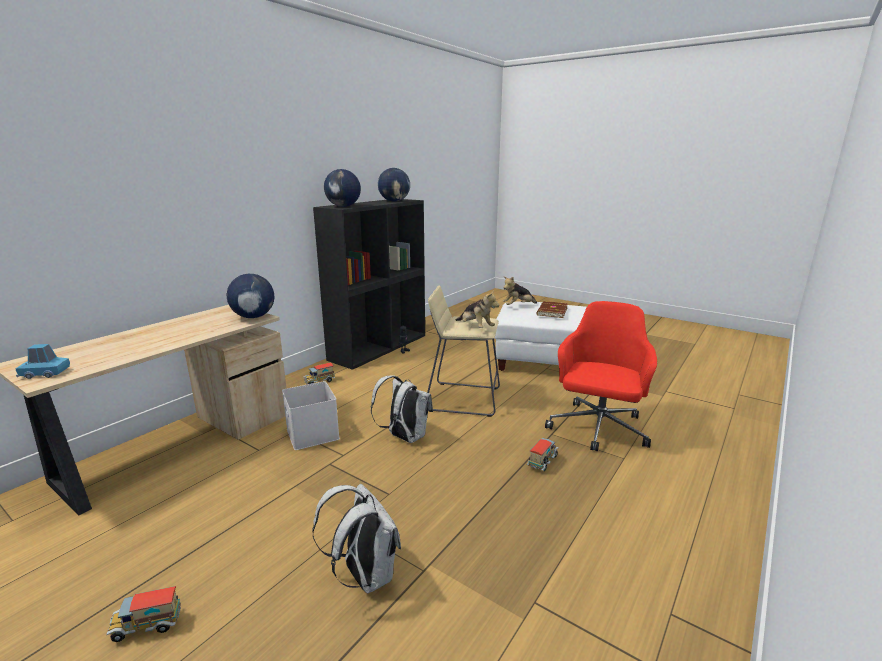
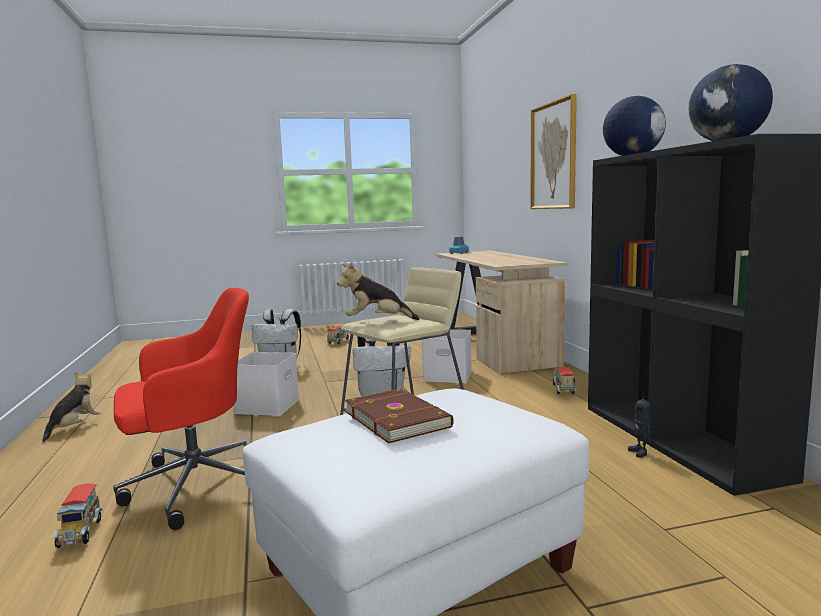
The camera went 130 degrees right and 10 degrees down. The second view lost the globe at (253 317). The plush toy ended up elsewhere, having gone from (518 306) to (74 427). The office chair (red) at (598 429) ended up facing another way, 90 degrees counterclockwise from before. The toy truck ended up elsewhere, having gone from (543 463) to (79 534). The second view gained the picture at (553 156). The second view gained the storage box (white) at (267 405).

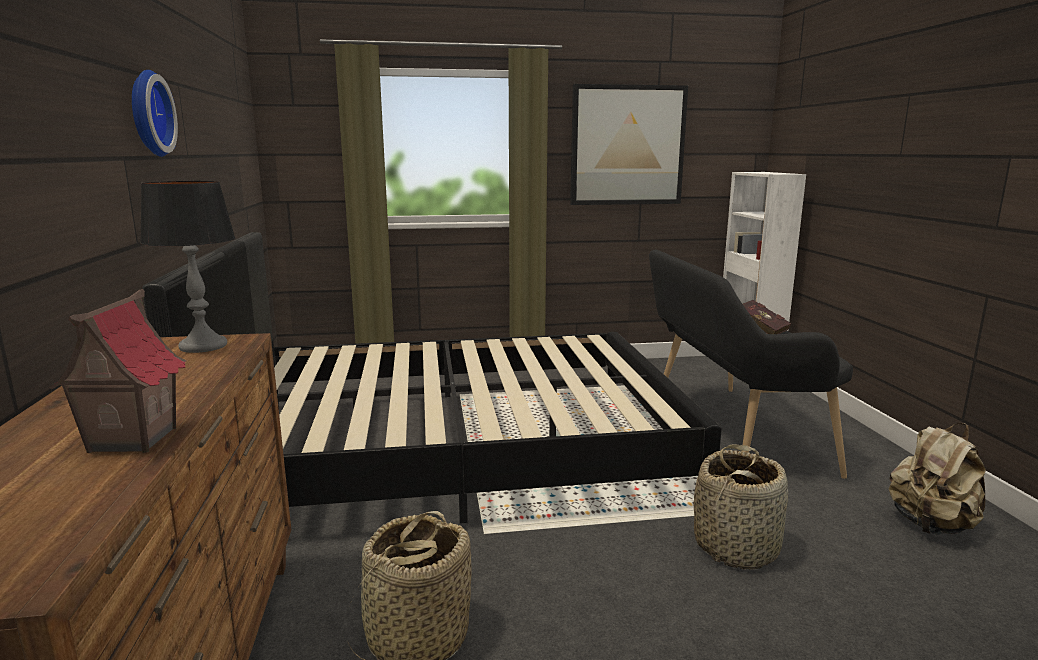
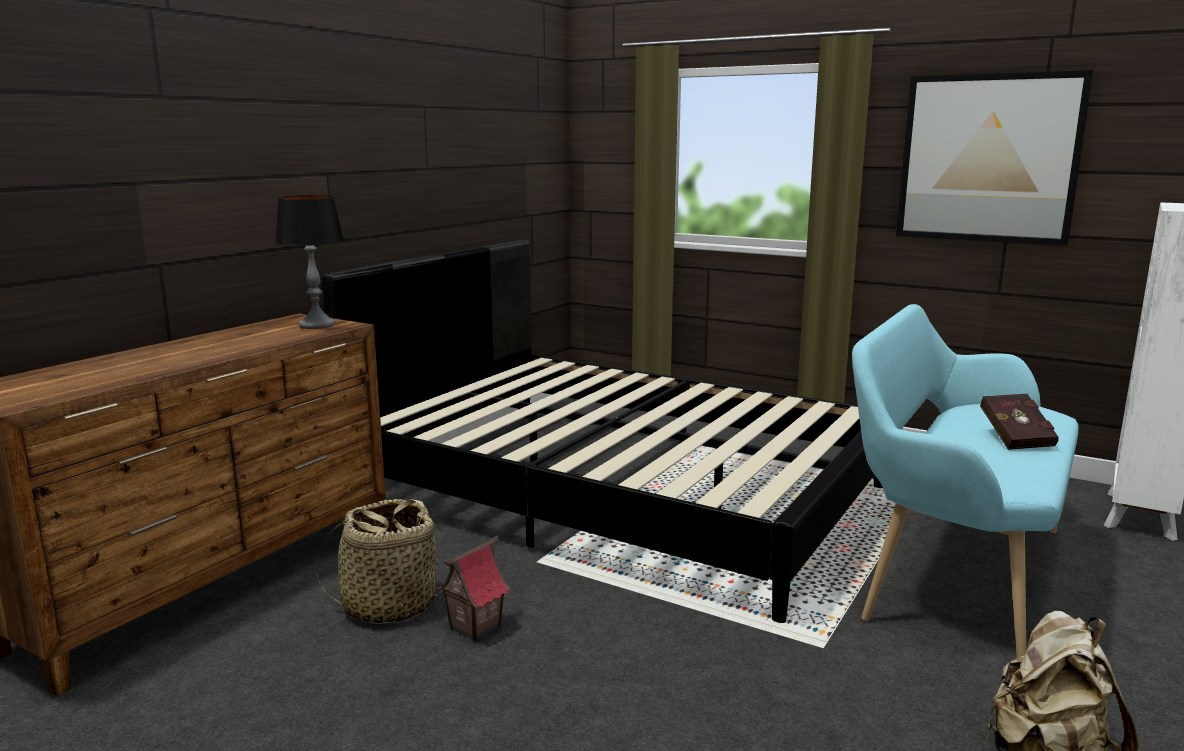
The camera went 40 degrees right and 0 degrees up. The second view lost the wall clock at (147 113). What was the bench (black) at (726 431) turned into the bench (turquoise) at (951 571). The toy house ended up elsewhere, having gone from (132 440) to (474 627). The second view lost the basket at (736 546).

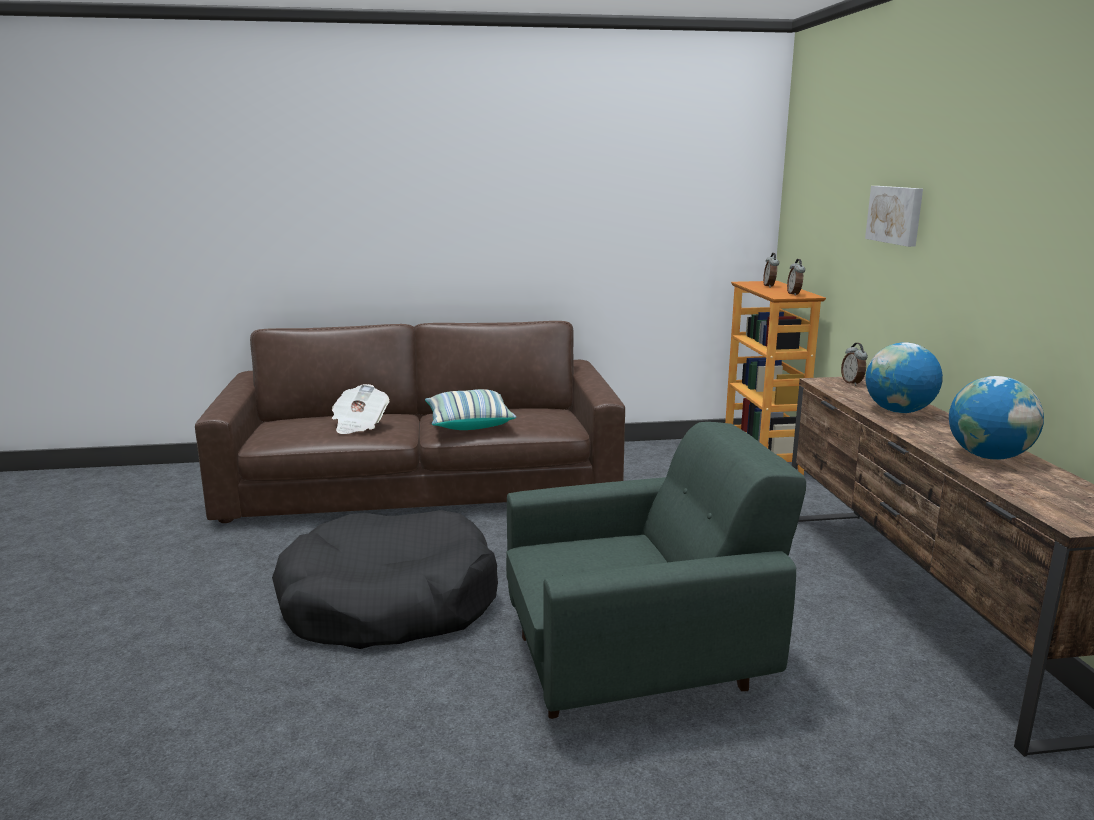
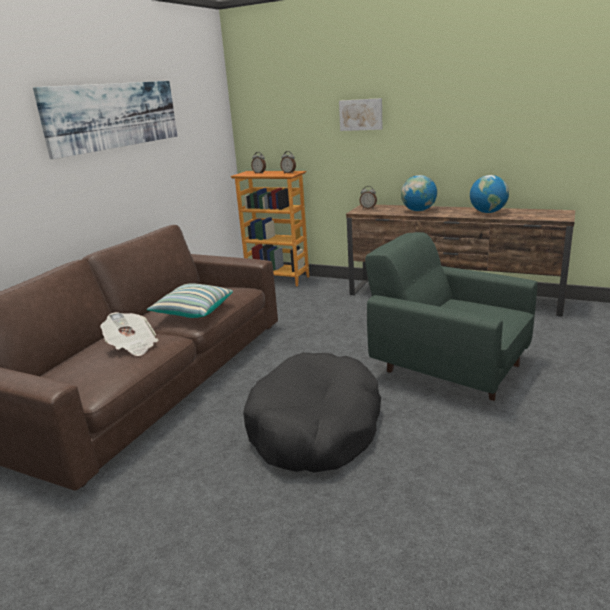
The camera went 55 degrees left and 5 degrees up. The armchair (green) at (638 661) ended up facing another way, 75 degrees counterclockwise from before. The second view gained the picture at (114 115).

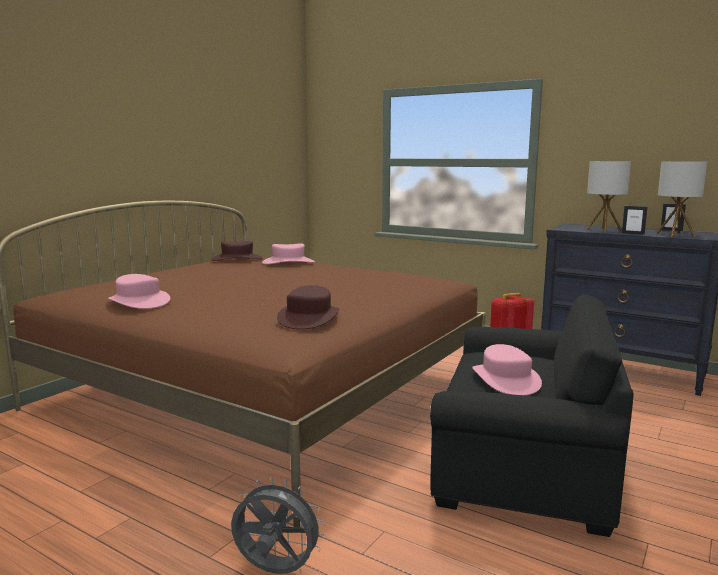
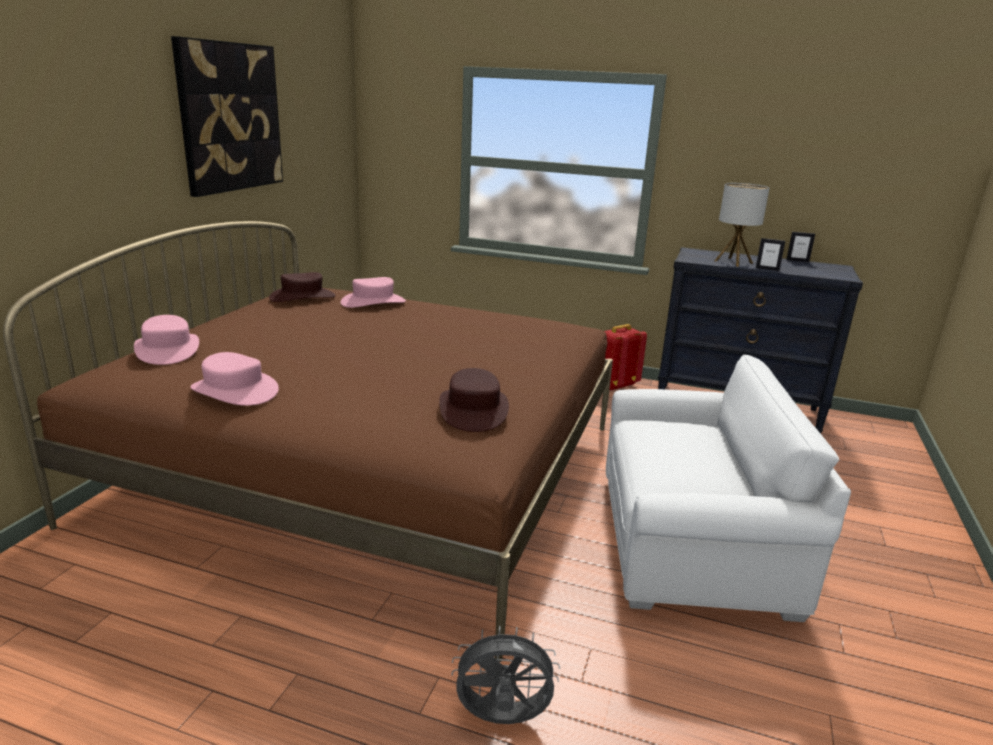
The camera went 15 degrees left and 10 degrees up. The second view lost the table lamp at (675 234). What was the armchair (black) at (523 464) turned into the armchair (white) at (691 541). The hat (pink) ended up elsewhere, having gone from (506 379) to (168 350). The second view gained the picture at (230 117).

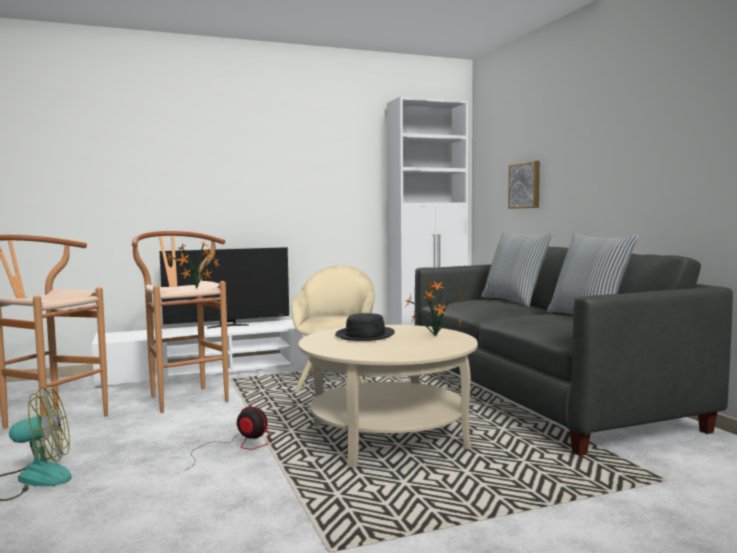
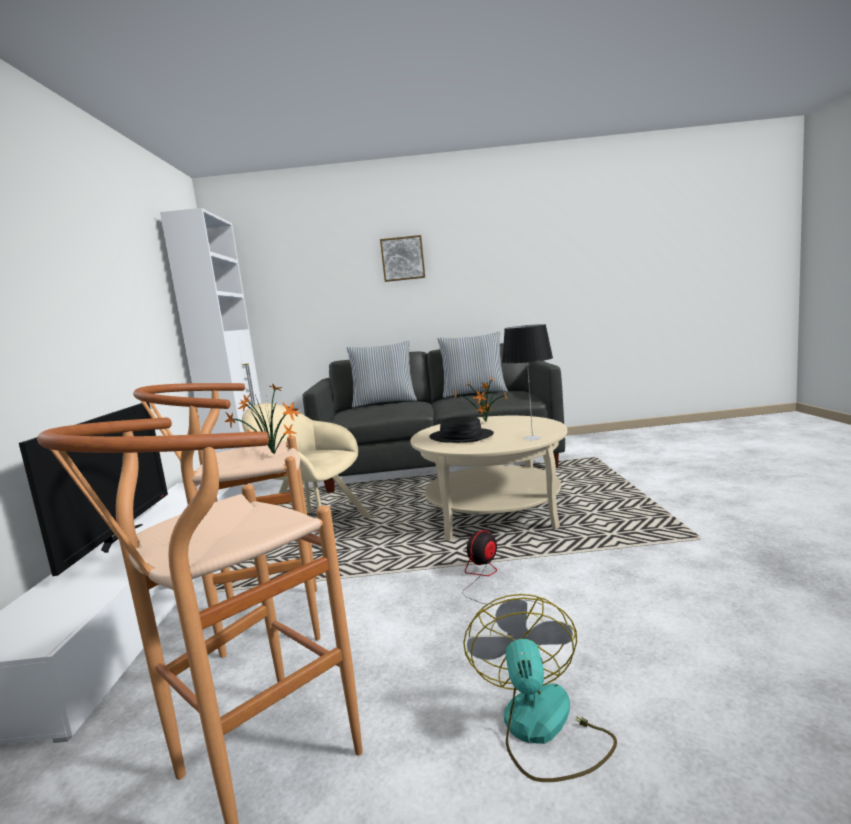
The camera went 70 degrees left and 5 degrees up. The picture ended up elsewhere, having gone from (525 185) to (402 258). The second view gained the table lamp at (533 438).

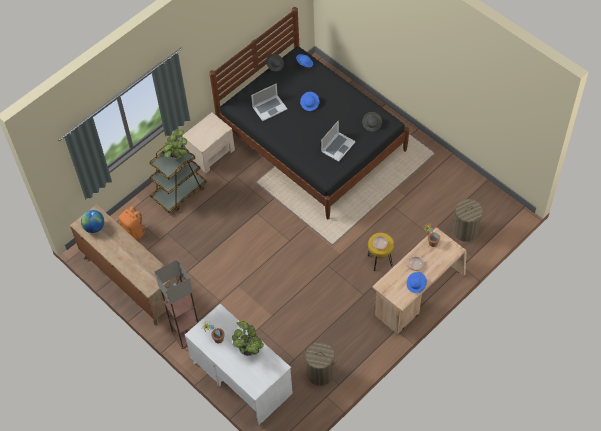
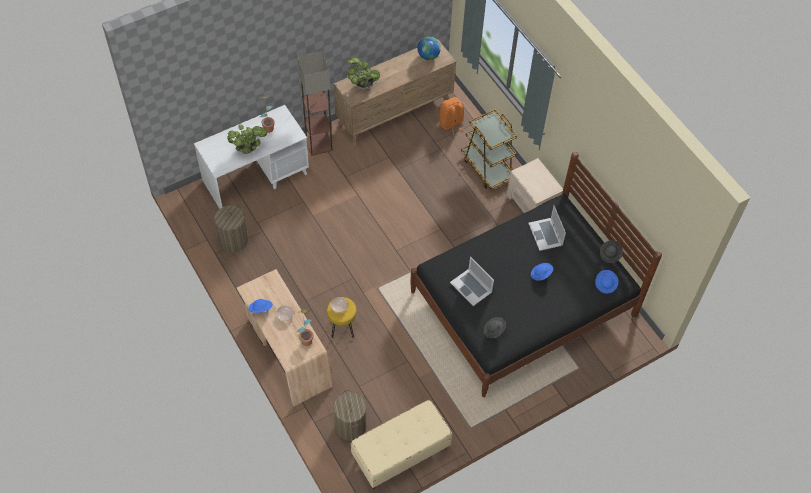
The camera went 100 degrees right and 0 degrees up. The potted plant ended up elsewhere, having gone from (177 156) to (363 85). The second view gained the bench (beige) at (400 454).

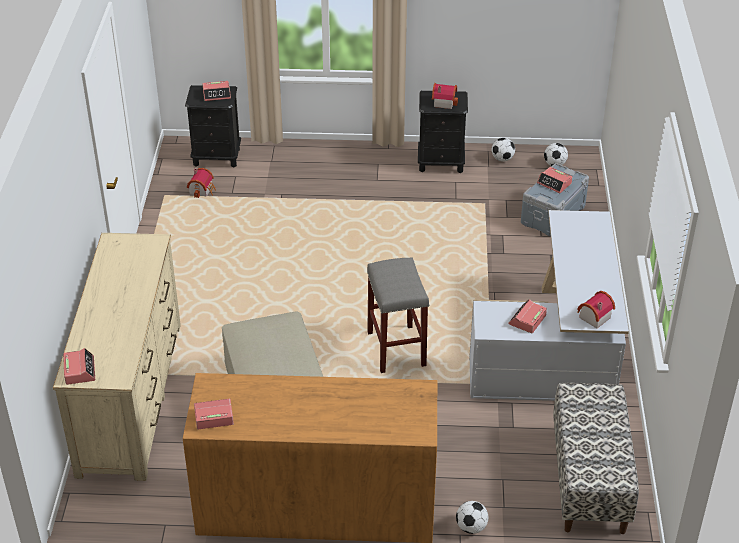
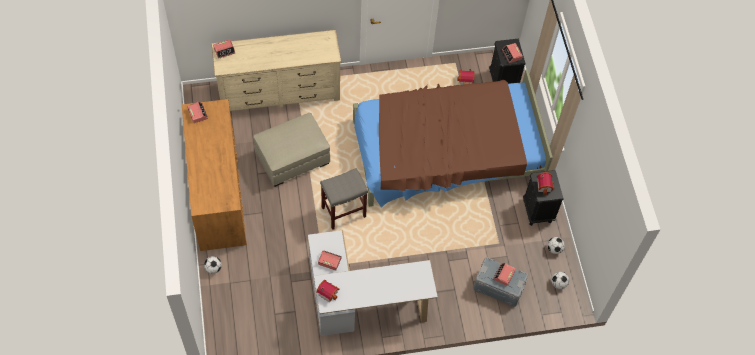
The camera went 75 degrees right and 20 degrees up. The second view lost the bench at (590 480). The second view gained the bed (brown) at (445 151).

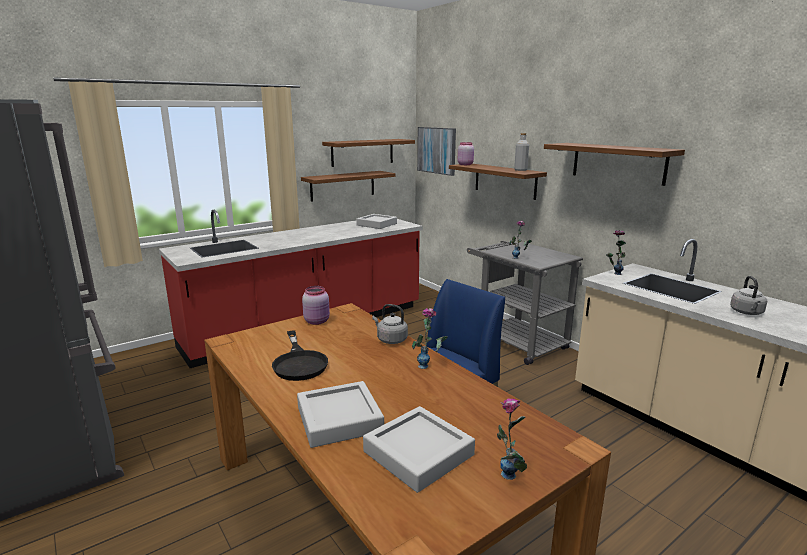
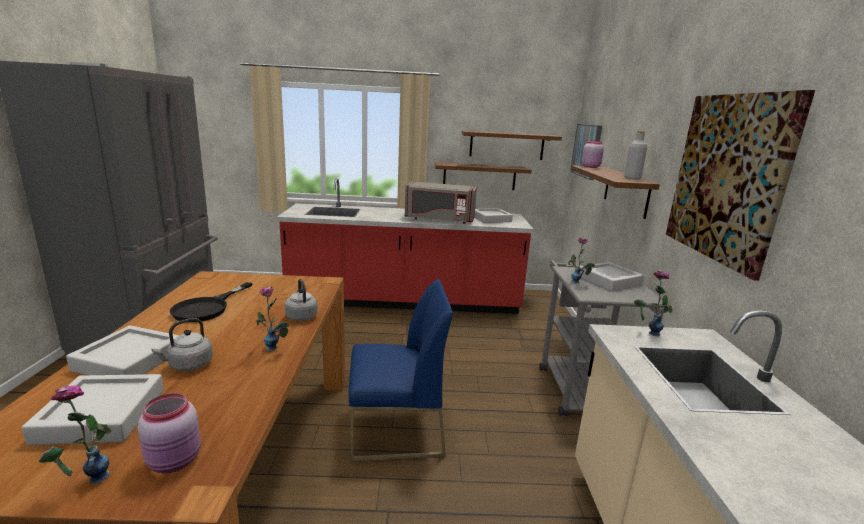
The camera went 35 degrees right and 0 degrees up. Where the shelf hung at (618 163), the picture came to hang at (727 178). The kettle (grey) ended up elsewhere, having gone from (747 313) to (189 365). The jar (pink) ended up elsewhere, having gone from (317 321) to (176 461). The second view gained the microwave (grey) at (439 219). The second view gained the tray (grey) at (609 280).

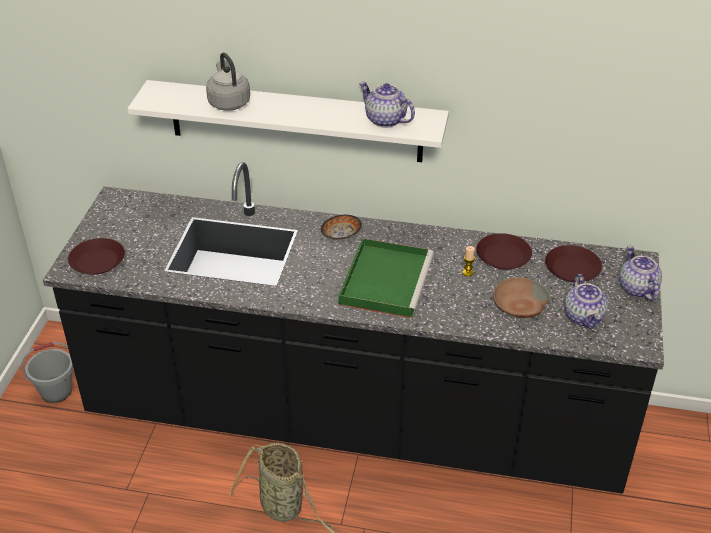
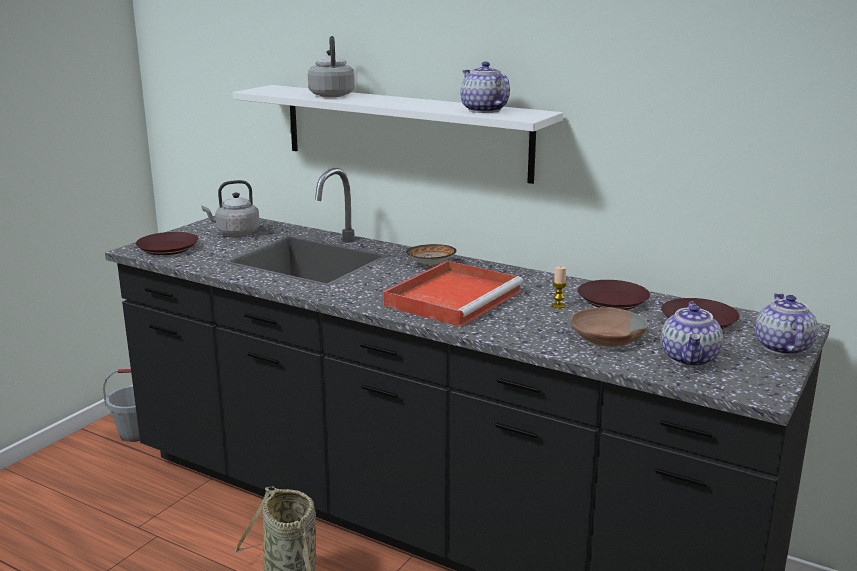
The camera went 20 degrees right and 20 degrees down. What was the tray (green) at (385 280) turned into the tray (red) at (454 297). The second view gained the kettle (grey) at (235 233).

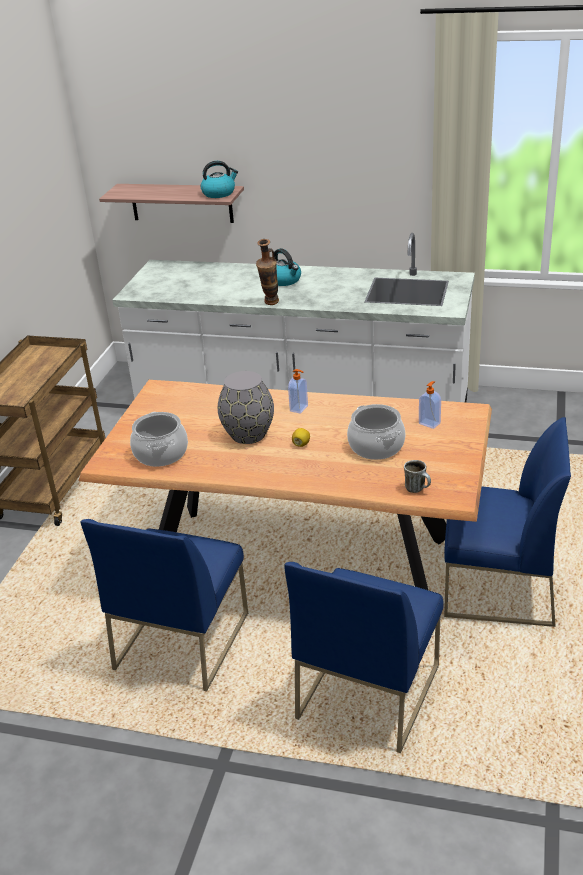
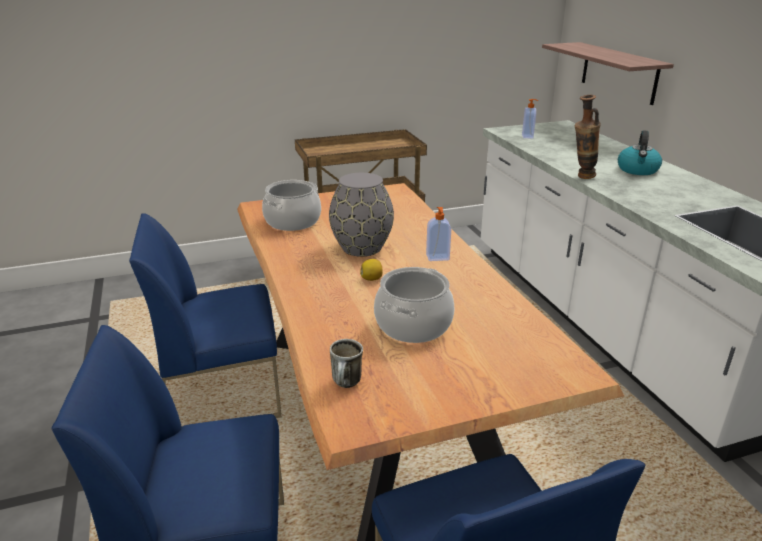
The camera went 55 degrees right and 5 degrees down. The second view lost the kettle at (219 193). The soap dispenser ended up elsewhere, having gone from (429 423) to (528 136).

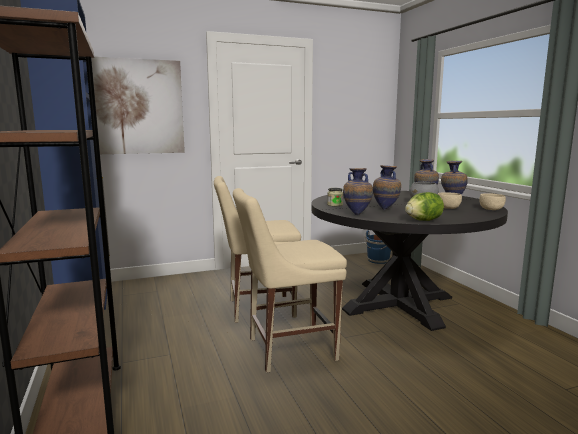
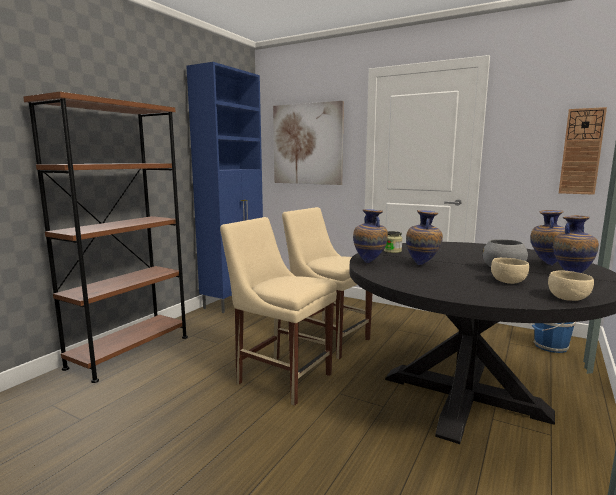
The camera went 50 degrees right and 0 degrees up. The second view lost the lettuce at (423 220). The second view gained the wall clock at (581 152).

